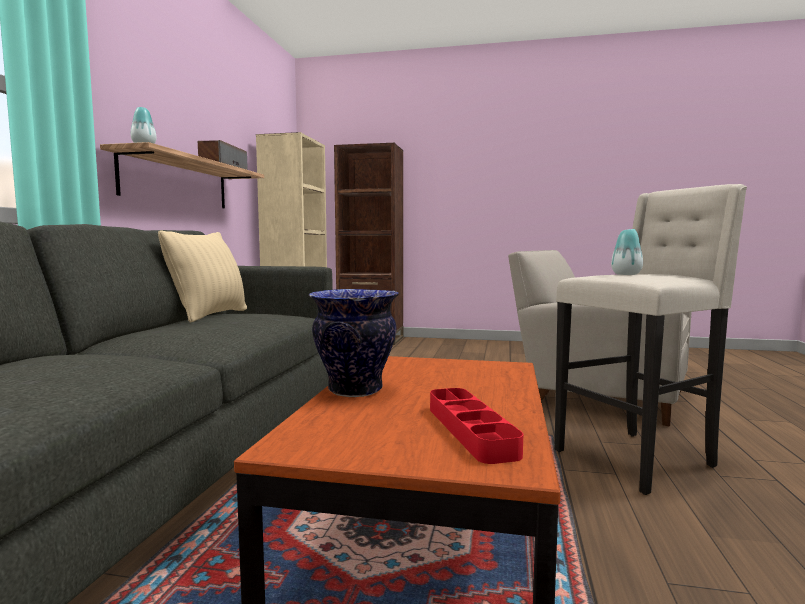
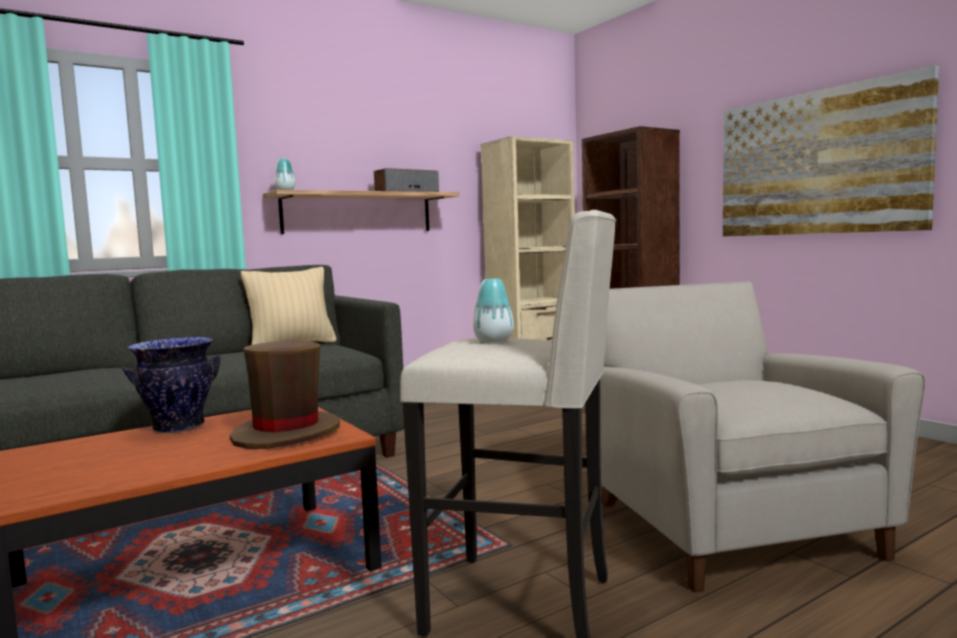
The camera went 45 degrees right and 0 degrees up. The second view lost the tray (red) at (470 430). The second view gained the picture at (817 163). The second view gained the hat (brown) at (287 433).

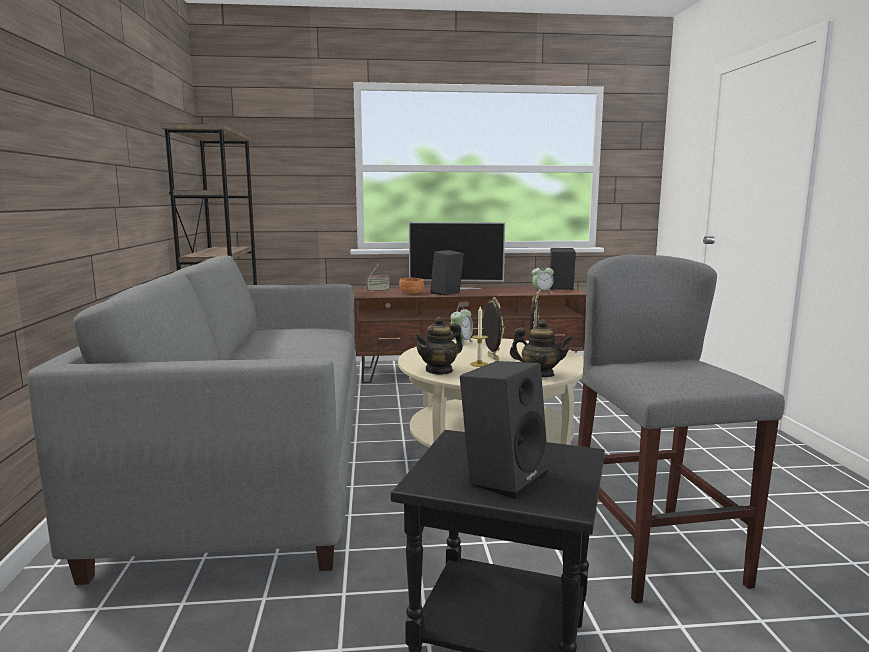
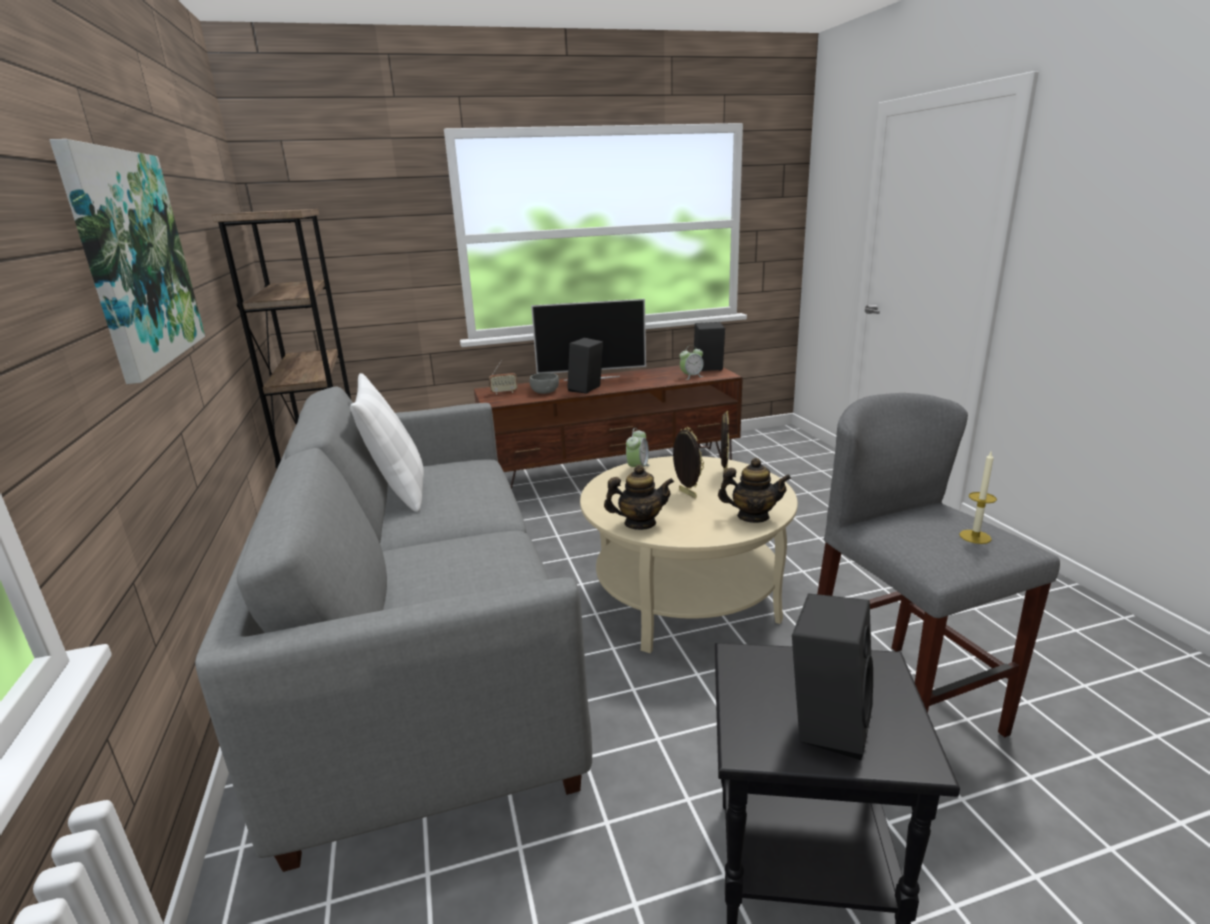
The camera went 10 degrees left and 10 degrees up. What was the bowl (orange) at (411 292) turned into the bowl (grey) at (544 391). The candle ended up elsewhere, having gone from (479 364) to (975 537). The teapot at (439 370) ended up facing another way, 135 degrees counterclockwise from before. The second view gained the picture at (134 259). The second view gained the pillow (white) at (399 491).

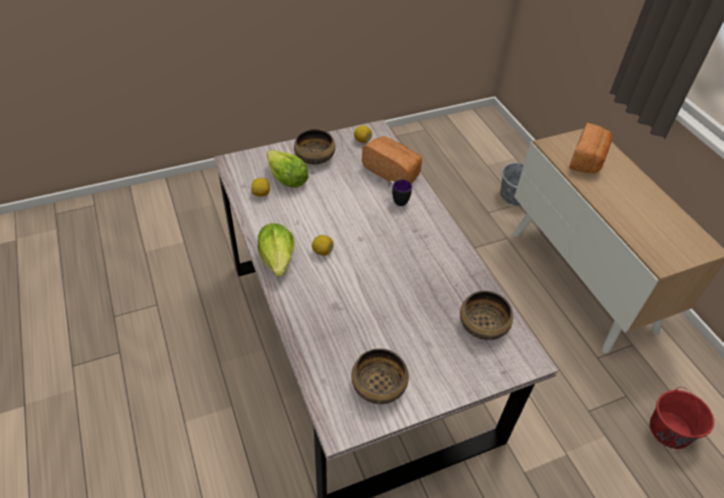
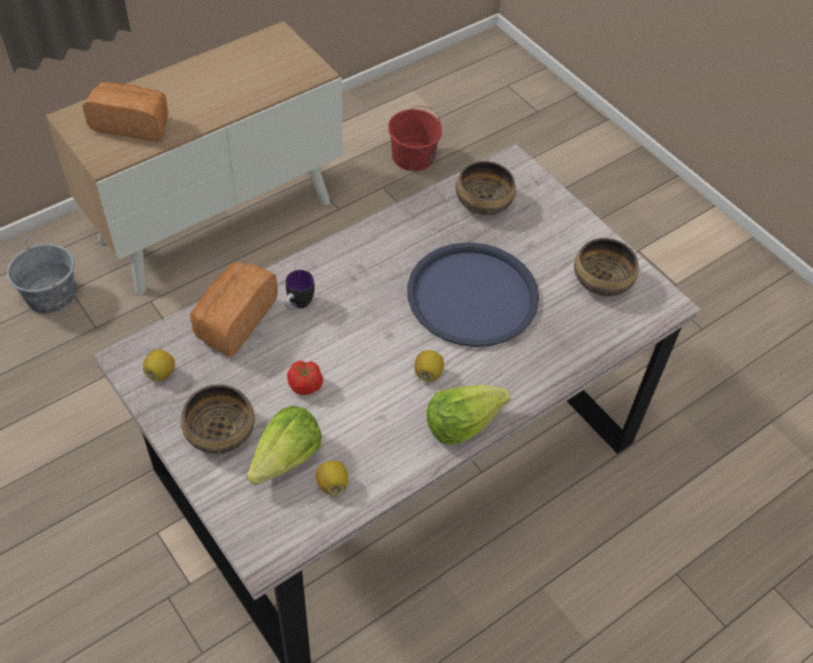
The camera went 105 degrees left and 5 degrees up. The second view gained the tray (blue) at (472 296). The second view gained the tomato at (305 385).

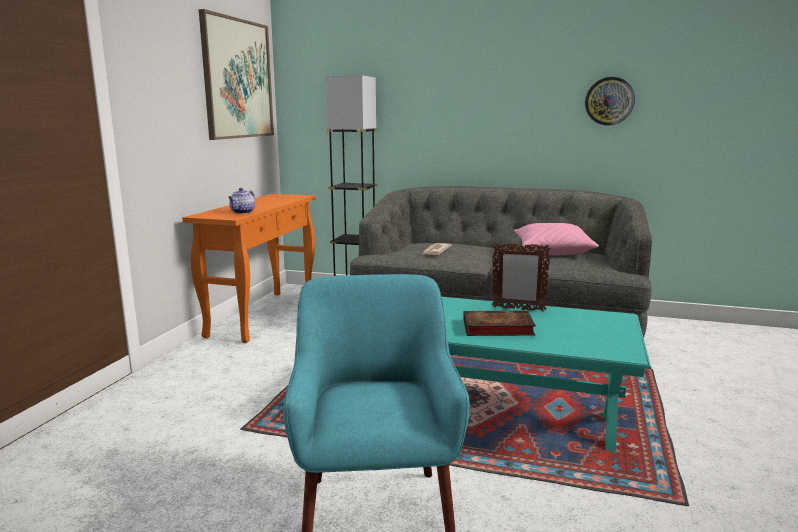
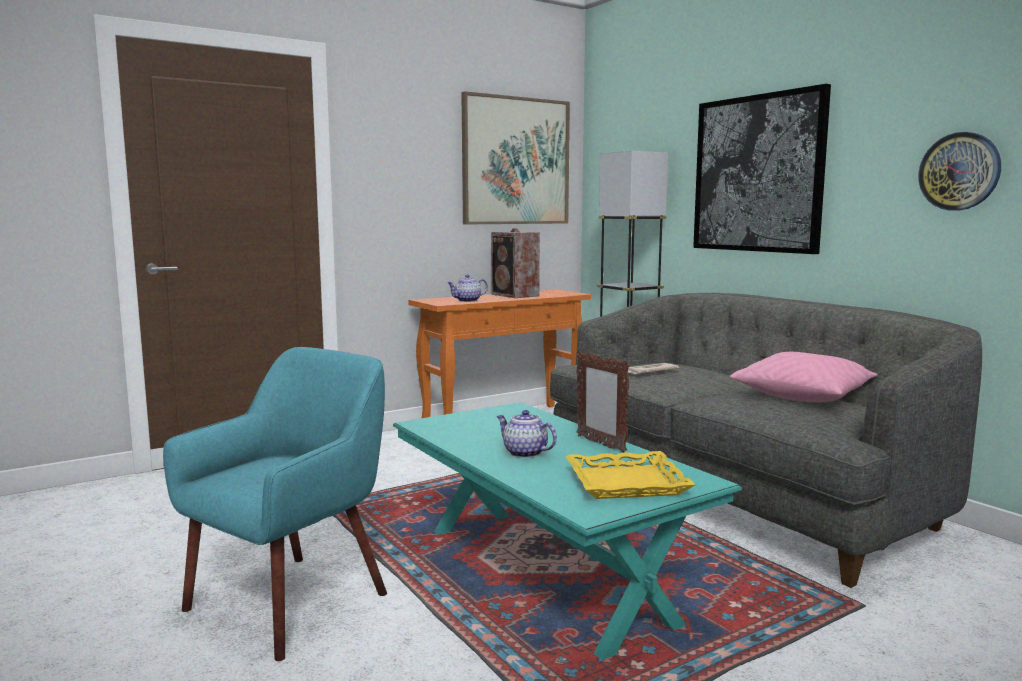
The camera went 40 degrees right and 5 degrees down. Where the book stood at (496 328), the teapot came to stand at (524 453). The second view gained the picture at (757 174). The second view gained the speaker at (515 295). The second view gained the tray (yellow) at (626 483).

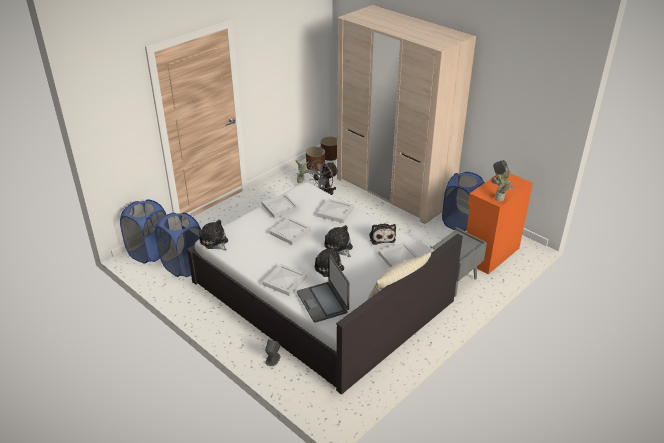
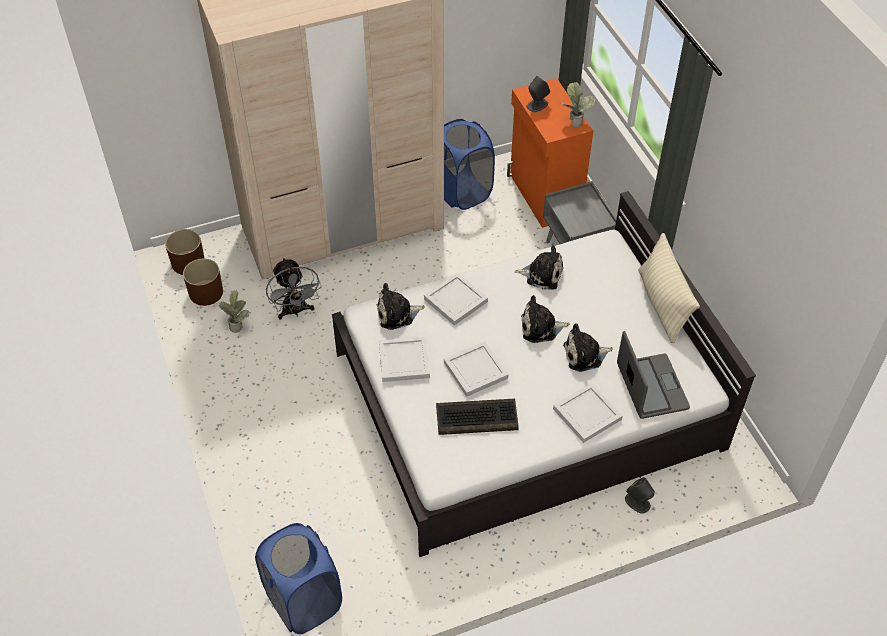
The camera went 65 degrees left and 15 degrees up. The second view lost the laundry basket (blue) at (183 266). The plush toy ended up elsewhere, having gone from (214 242) to (397 314). The second view lost the tray (white) at (399 258). The laptop at (323 302) ended up facing another way, 105 degrees counterclockwise from before. The second view gained the keyboard at (477 417).

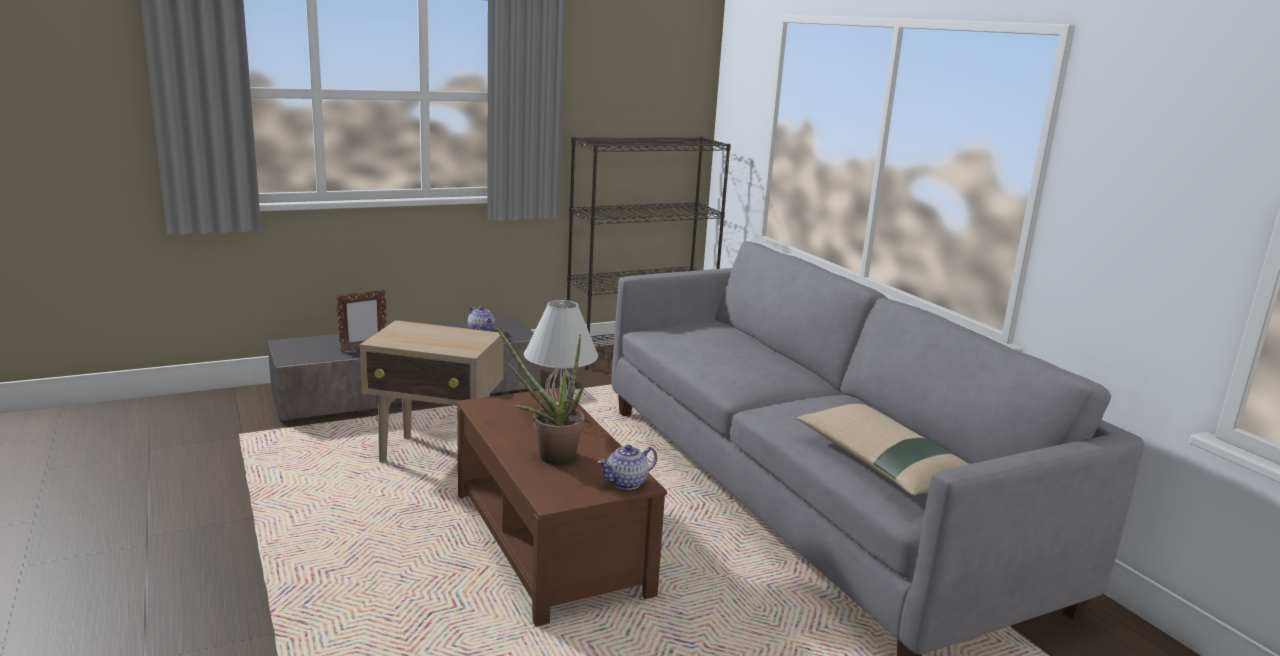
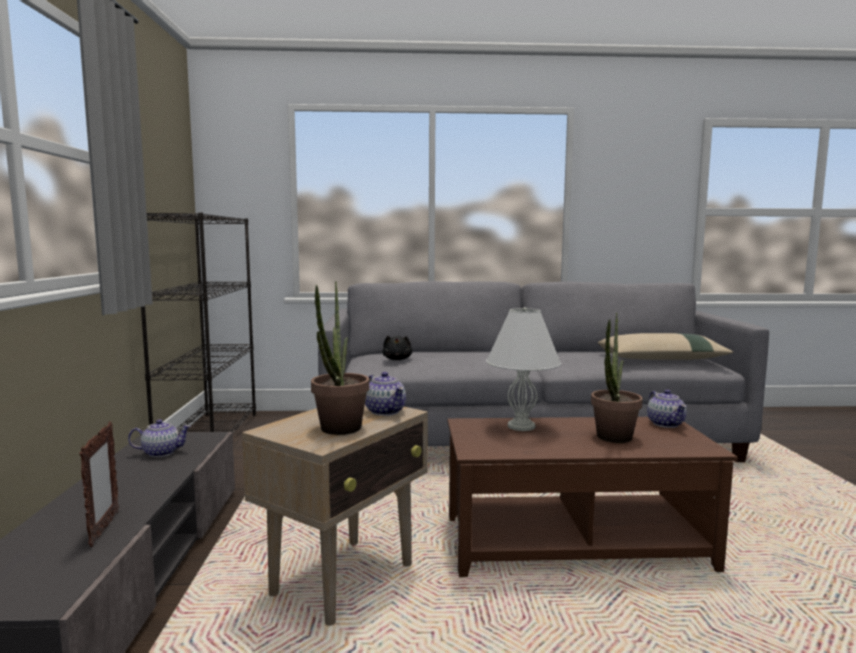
The camera went 65 degrees left and 10 degrees down. The second view gained the potted plant at (338 431). The second view gained the plush toy (black) at (397 359). The second view gained the teapot at (385 411).

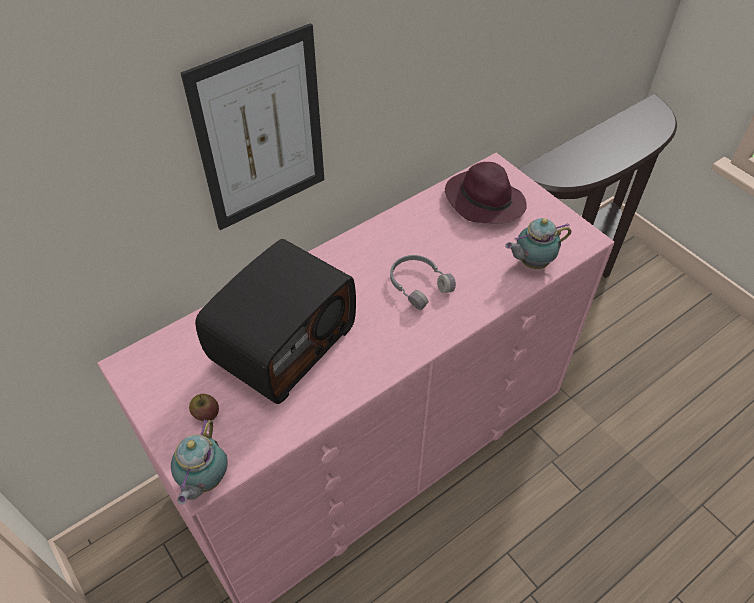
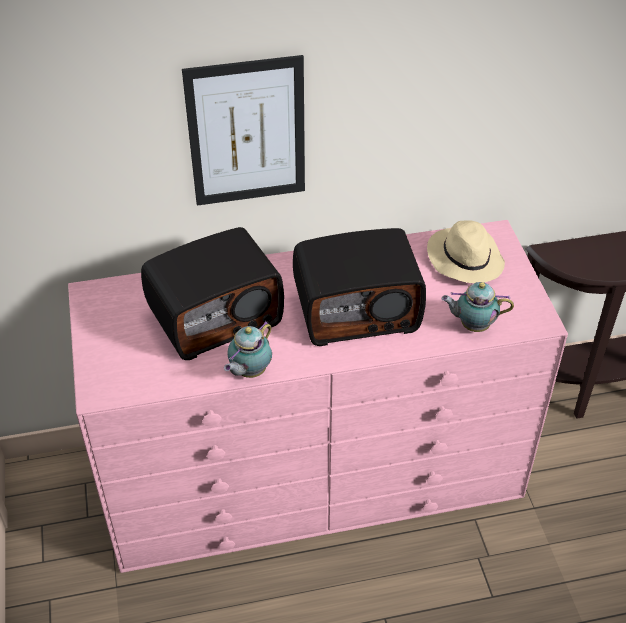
The camera went 25 degrees right and 5 degrees down. What was the hat (purple) at (483 200) turned into the hat (beige) at (464 258). Where the headphones (grey) stood at (418 284), the radio came to stand at (357 310). The second view lost the apple at (206 414). The teapot ended up elsewhere, having gone from (204 481) to (249 372).

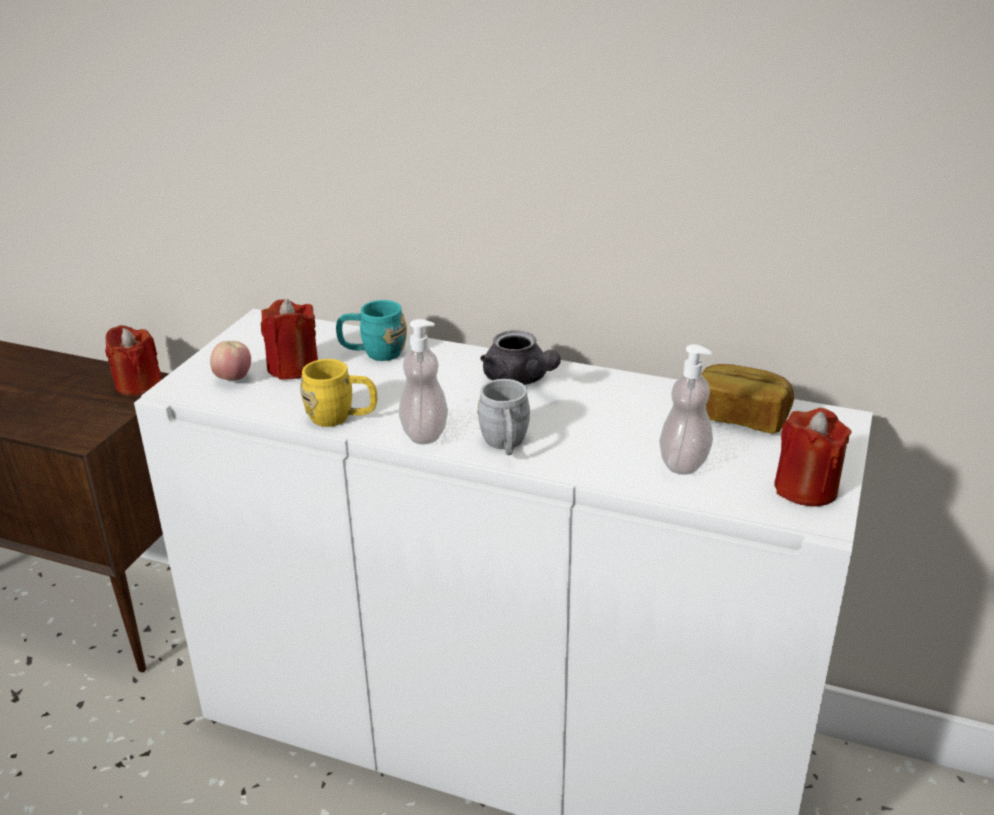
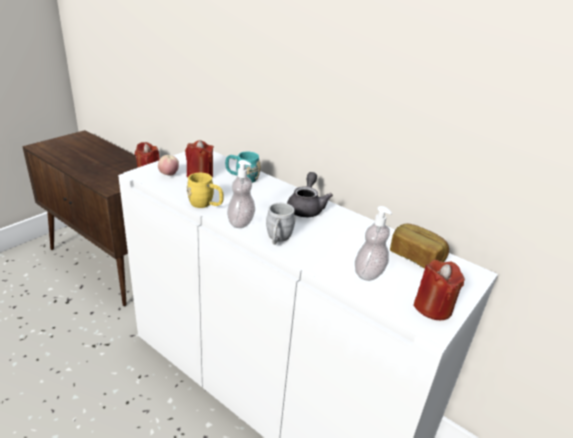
The camera went 15 degrees right and 0 degrees up. The teapot (grey) at (519 379) ended up facing another way, 150 degrees counterclockwise from before.

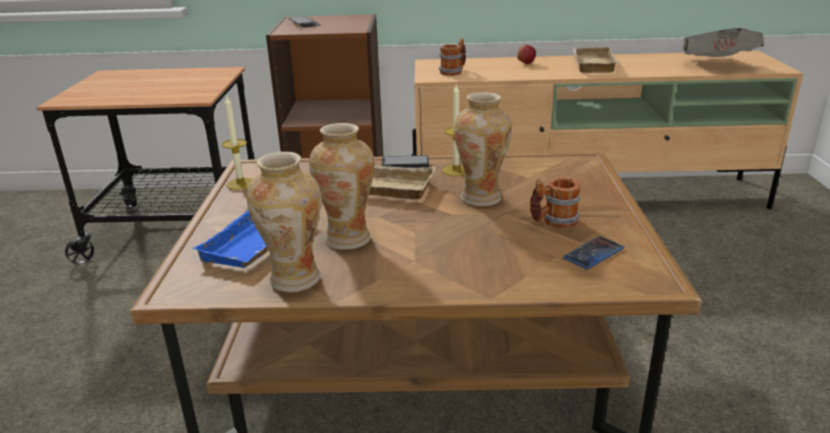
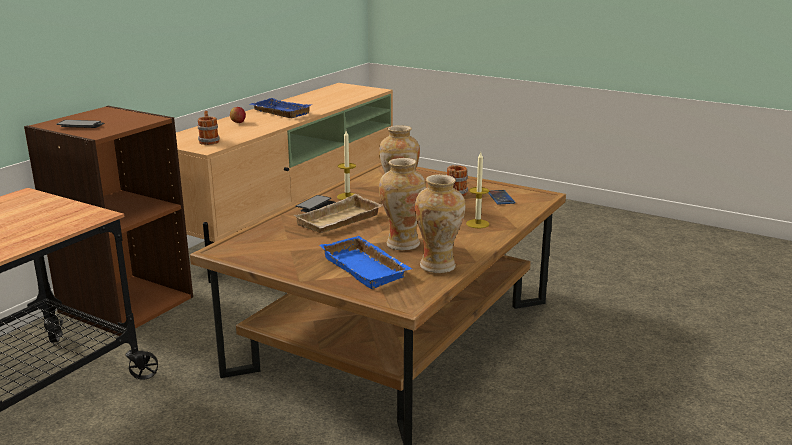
The camera went 60 degrees left and 5 degrees down. The second view lost the newspaper at (718 65). What was the tray (beige) at (591 64) turned into the tray (blue) at (279 112). The candle ended up elsewhere, having gone from (240 183) to (477 224).

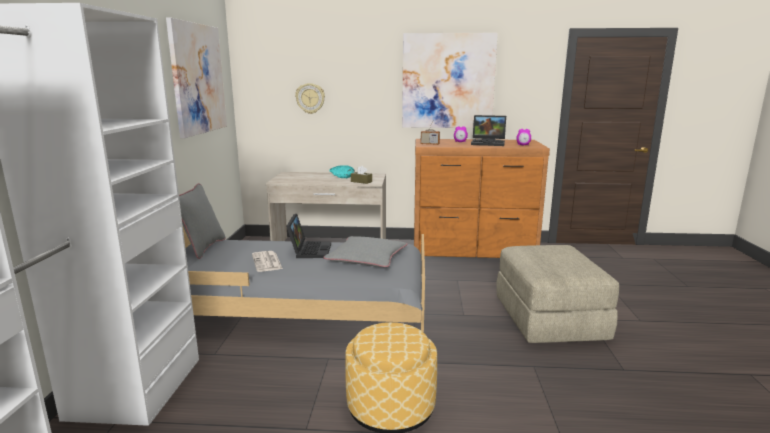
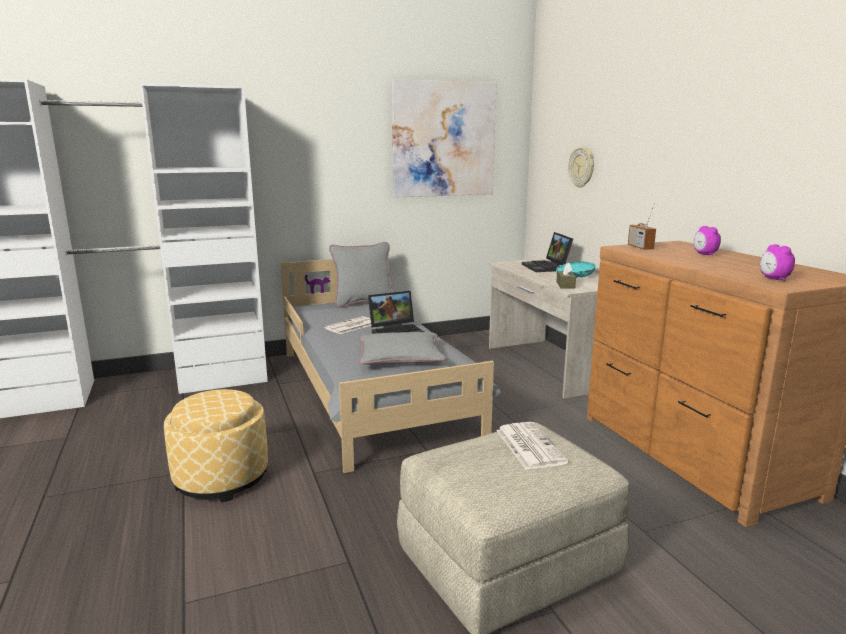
The camera went 65 degrees right and 0 degrees up. The second view lost the picture at (448 81). The laptop ended up elsewhere, having gone from (489 143) to (547 267). The second view gained the newspaper at (529 446).

